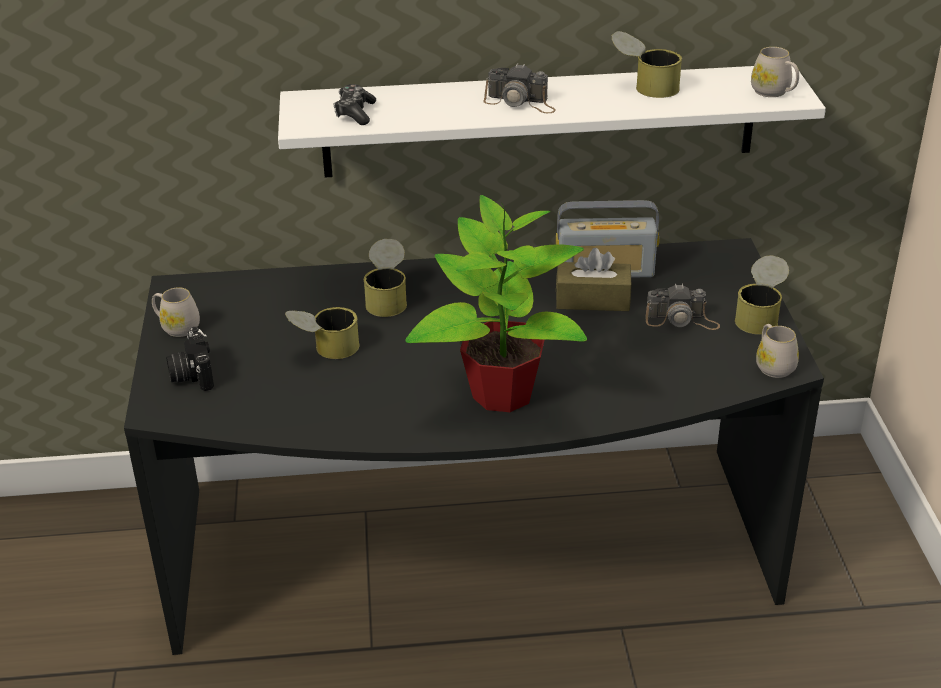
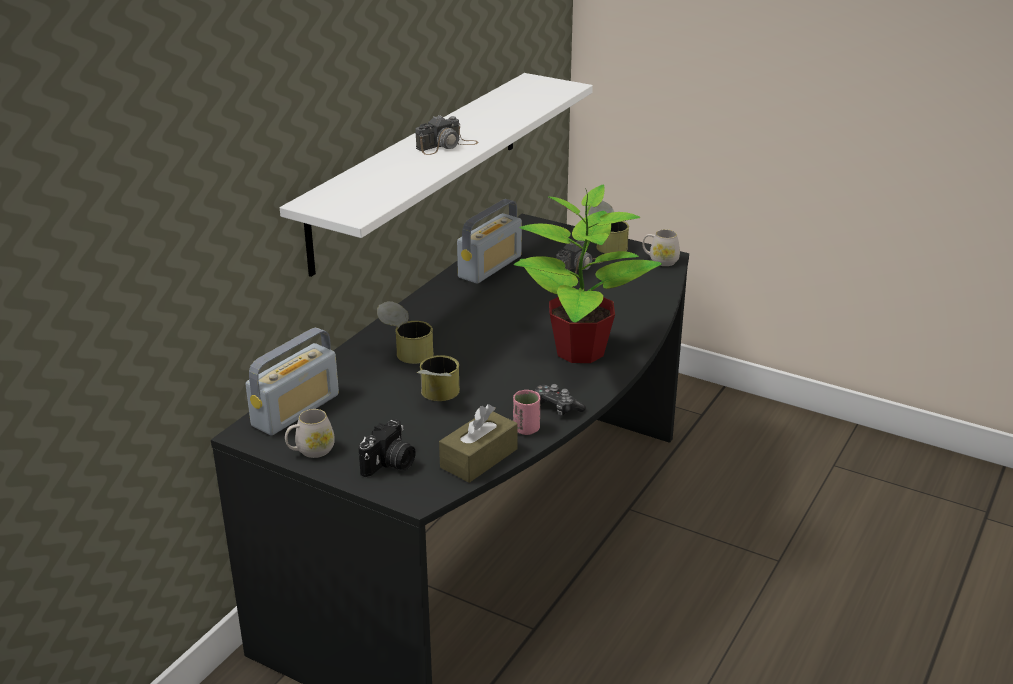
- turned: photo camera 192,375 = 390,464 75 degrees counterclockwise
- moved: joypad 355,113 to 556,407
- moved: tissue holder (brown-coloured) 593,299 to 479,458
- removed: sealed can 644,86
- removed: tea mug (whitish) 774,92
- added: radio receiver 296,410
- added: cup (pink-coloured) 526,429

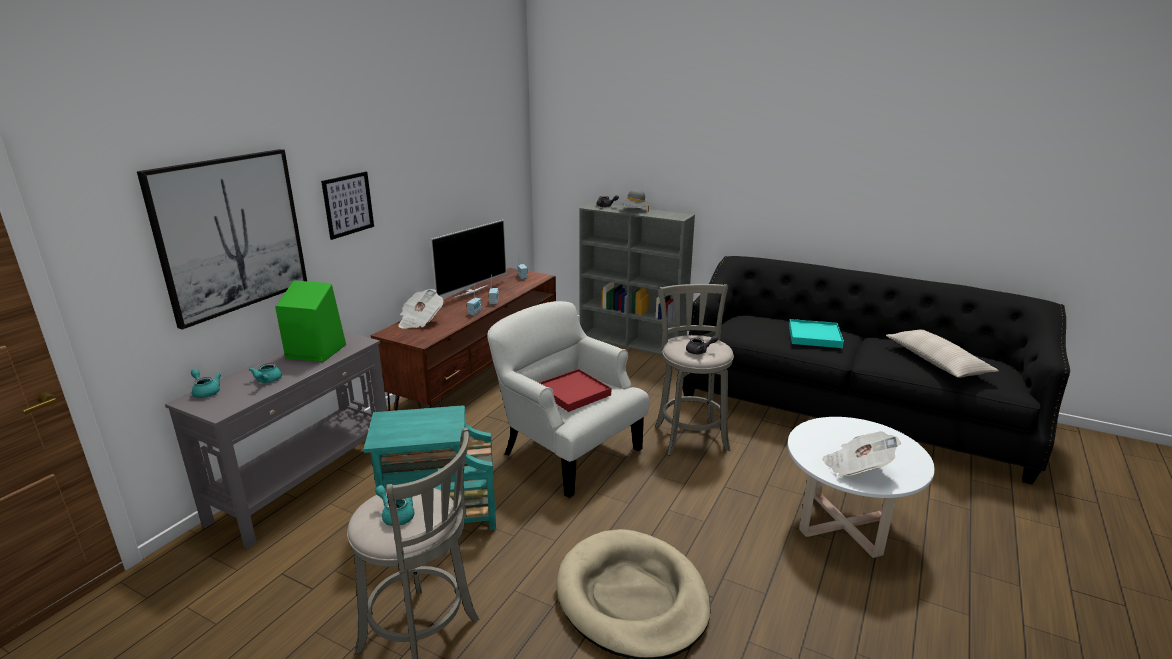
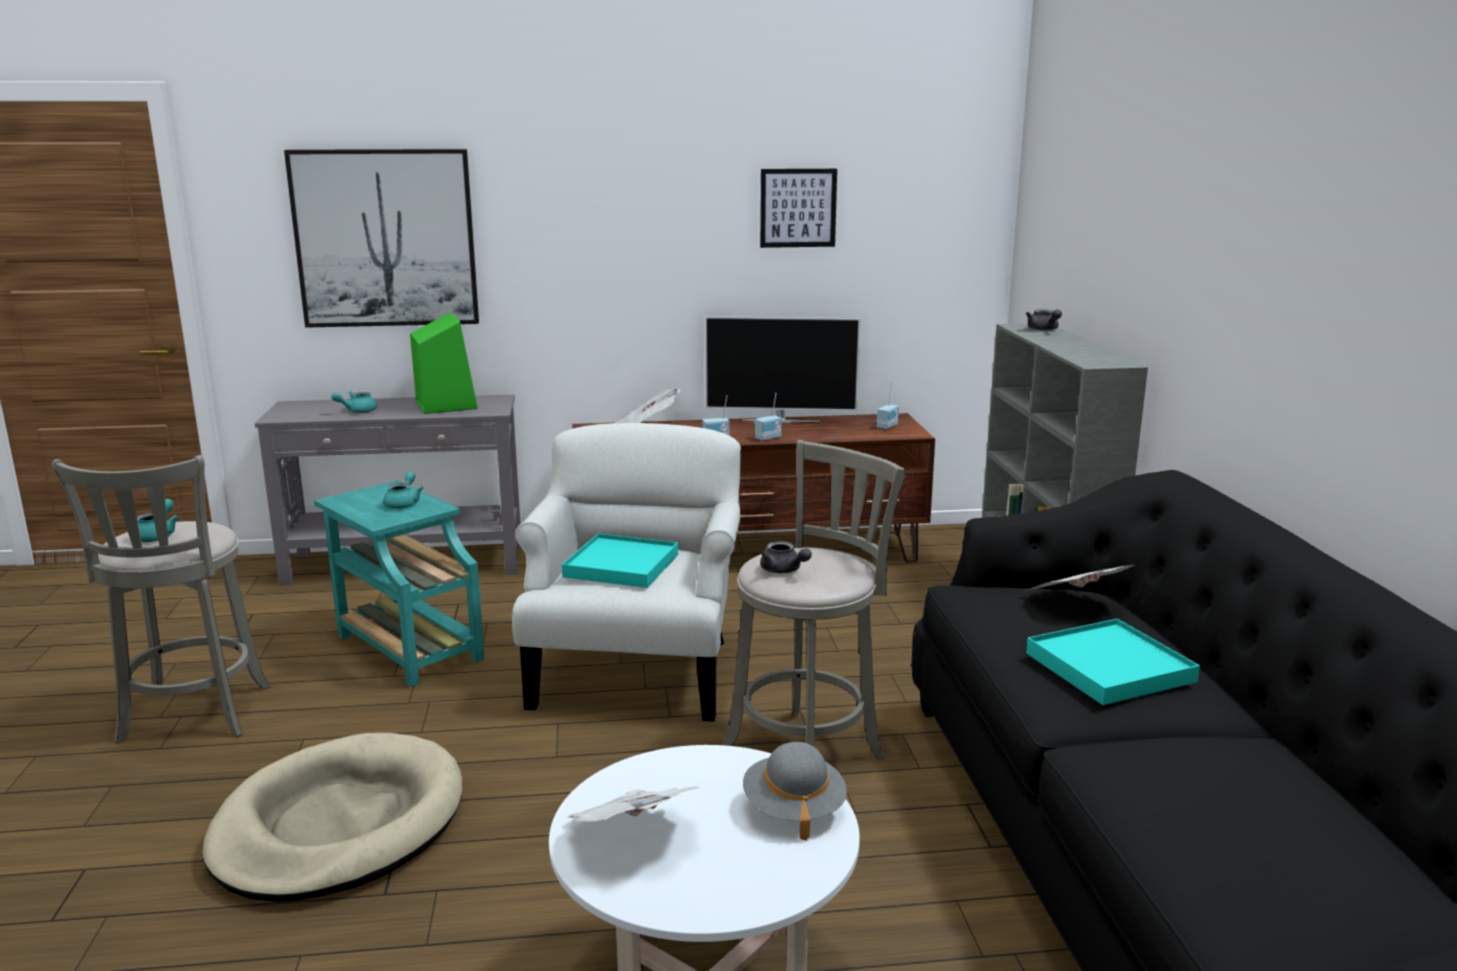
- moved: teapot (turquoise-coloured) 206,392 to 404,503
- moved: wall art 348,204 to 798,208
- recoloured: tray (red-coloured) 573,393 to tray (turquoise-coloured) 621,565
- moved: wearable hat (gray) 634,210 to 793,809
- removed: throw pillow (beige) 936,362
- added: newspaper 1075,603

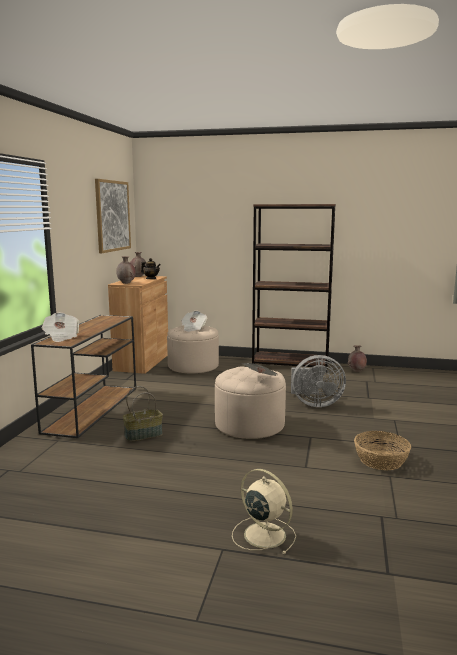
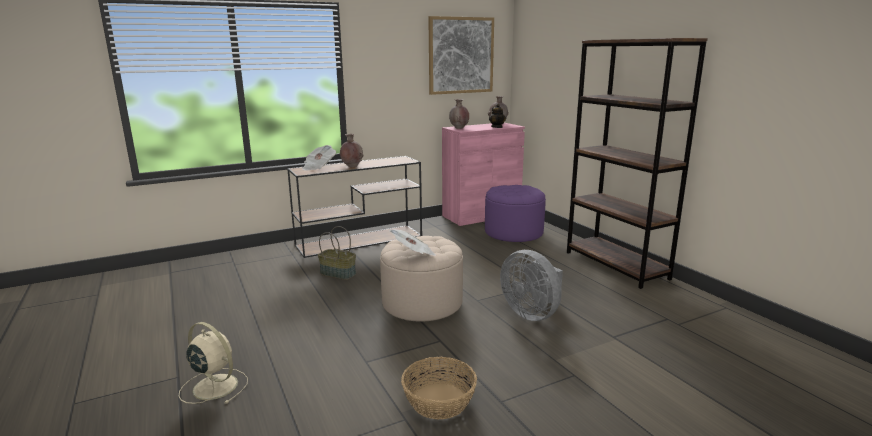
- recoloured: cupboard (brown-coloured) 142,362 to cupboard (pink-coloured) 481,215
- recoloured: pouffe (beige) 193,366 to pouffe (purple) 513,232
- removed: newspaper 193,328
- turned: cooling fan (beige) 263,534 = 214,386 60 degrees counterclockwise
- moved: decorative vase (brown-coloured) 356,371 to 352,166

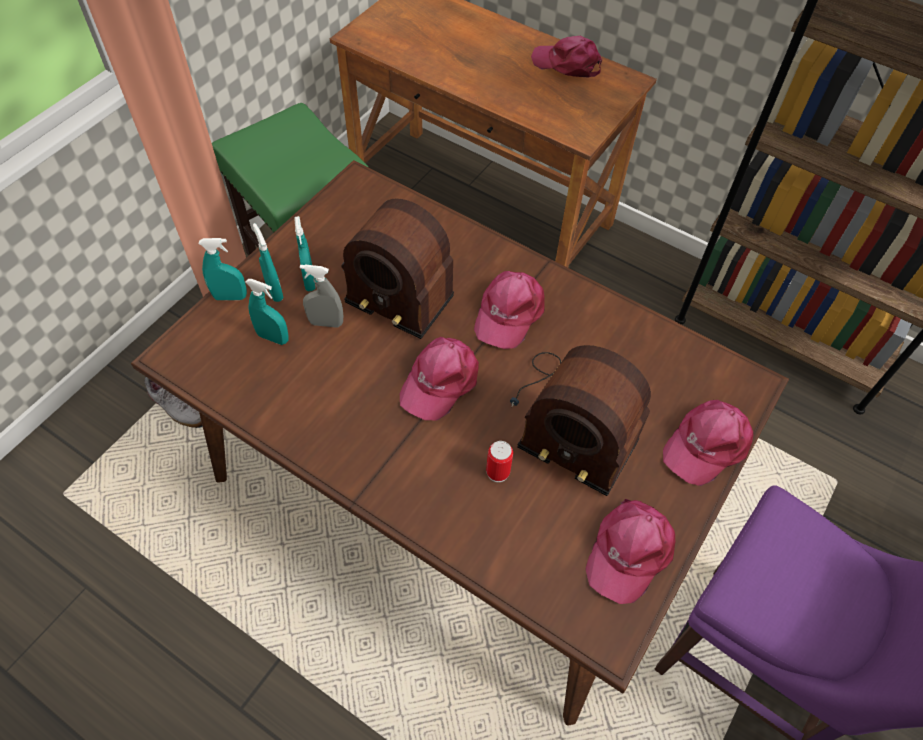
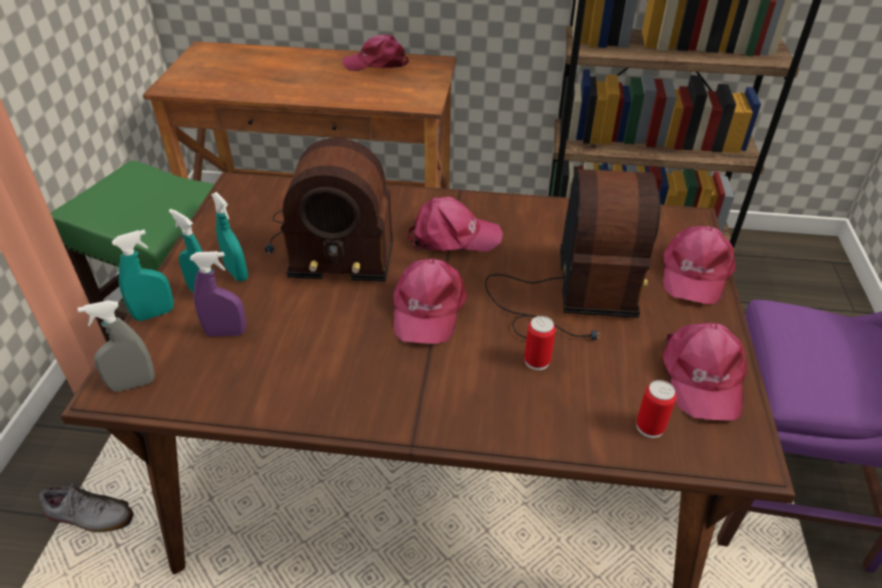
- recoloured: spray bottle (turquoise-coloured) 273,337 to spray bottle (purple) 226,333
- moved: spray bottle (gray) 326,323 to 133,384
- turned: peaked cap (pink-coloured) 508,313 = 453,237 90 degrees counterclockwise
- turned: radio receiver 573,418 = 571,294 90 degrees counterclockwise
- added: sealed can 650,427

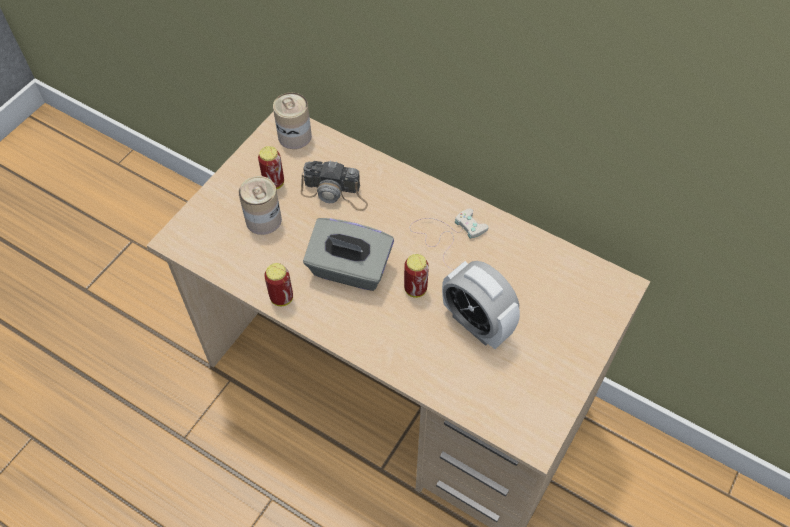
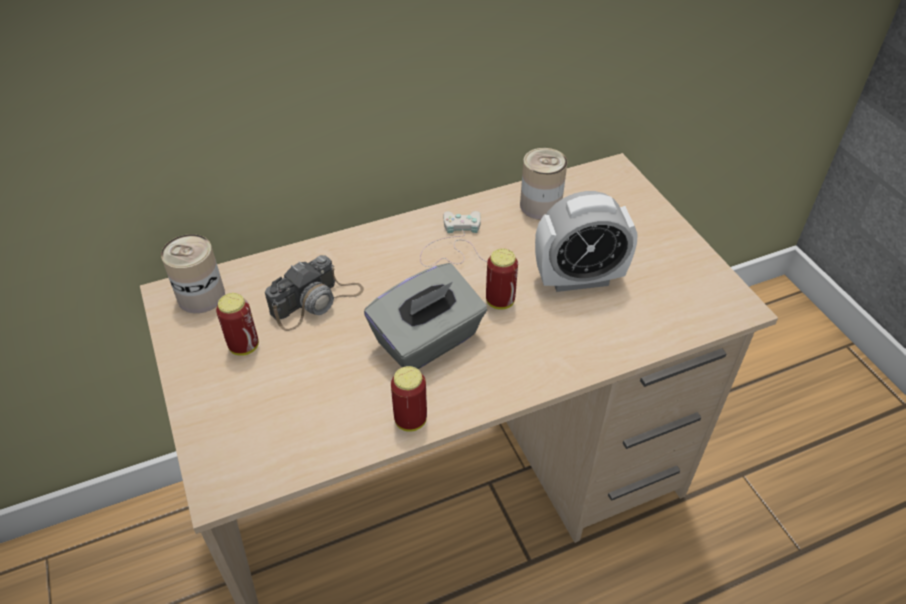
- moved: sealed can 263,220 to 540,206

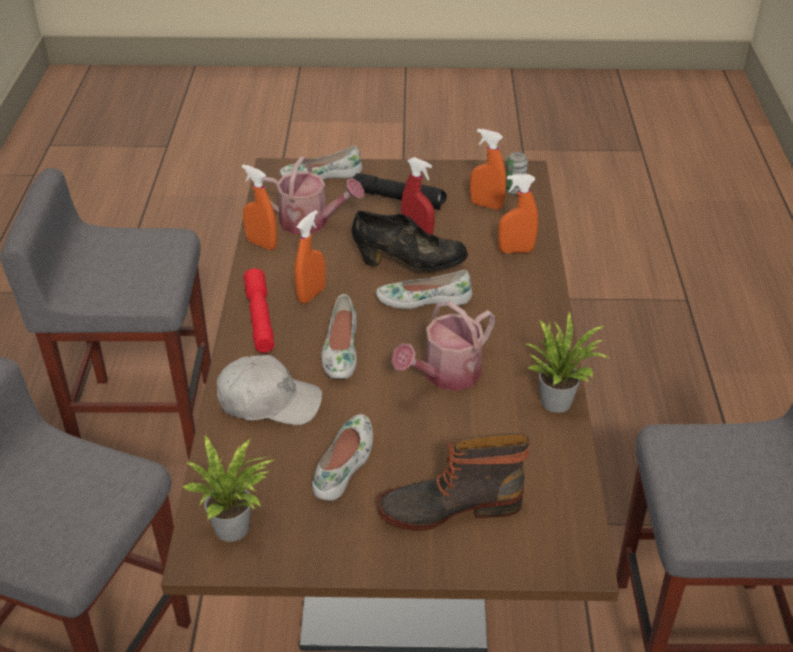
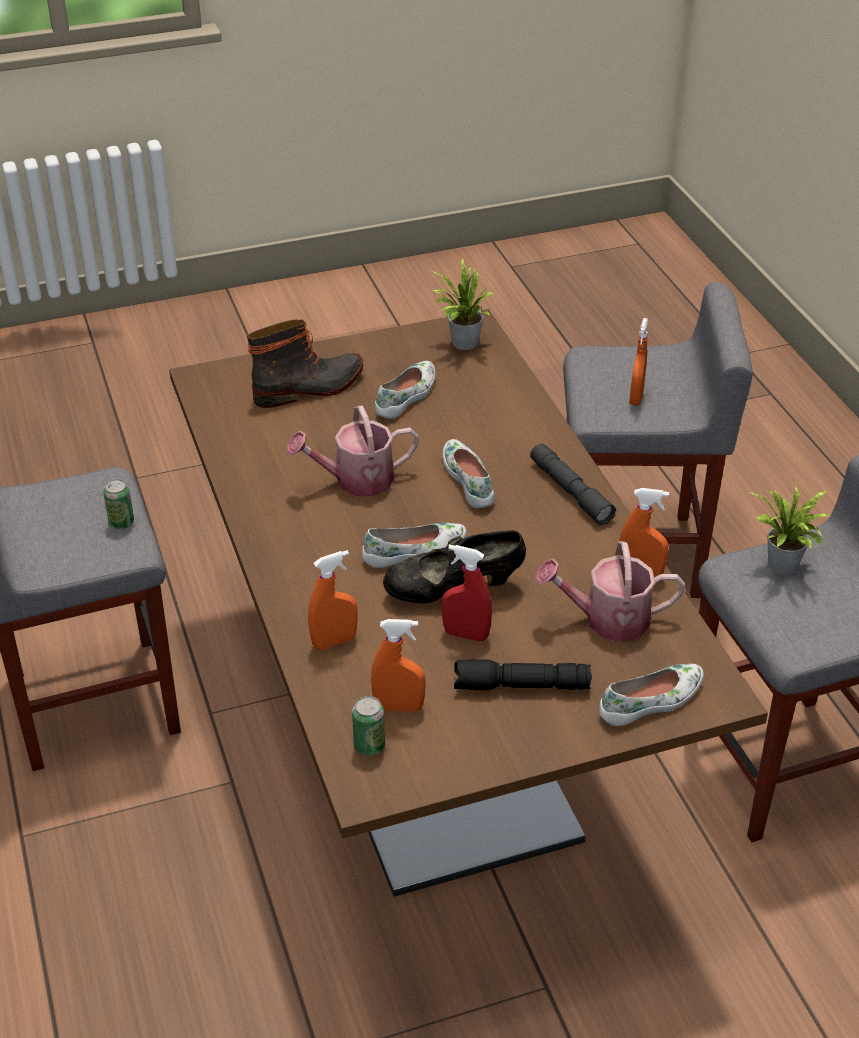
- removed: peaked cap (whitish) 269,402
- recoloured: hand torch (red-coloured) 260,318 to hand torch (gray) 570,491
- moved: spray bottle (orangey) 311,295 to 636,397
- turned: low shoe (whitish) 345,463 = 407,396 150 degrees counterclockwise
- turned: watering pot 446,375 = 355,480 135 degrees counterclockwise
- moved: houseplant 557,399 to 782,567
- added: sealed can 121,523

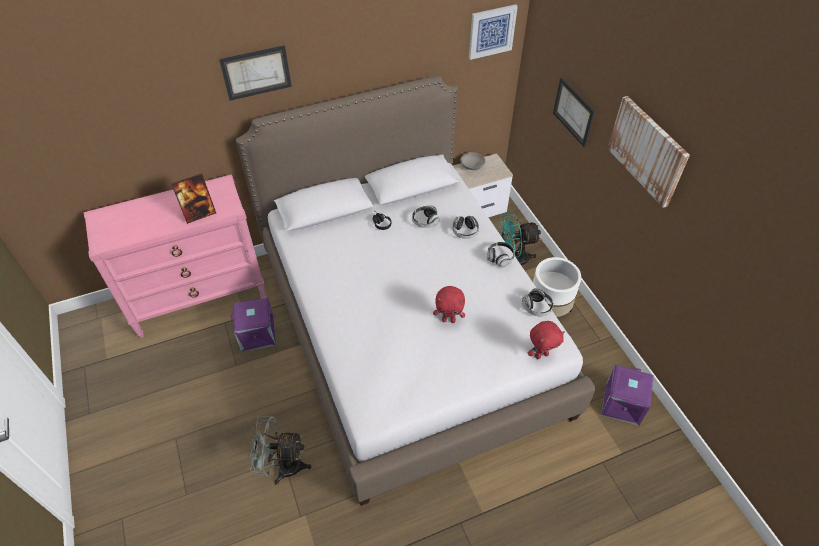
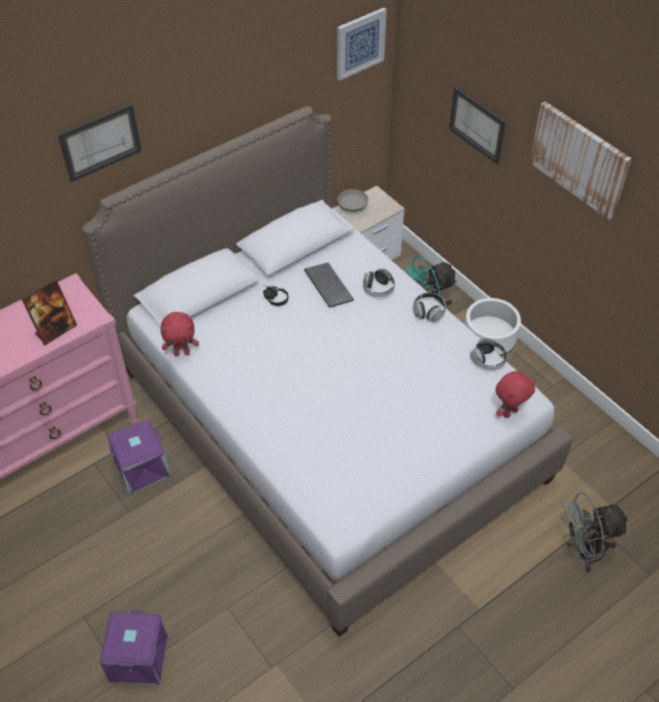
- moved: cooling fan (gray) 282,466 to 582,552
- replaced: pair of headphones 425,221 to PC keyboard 327,286
- moved: soft toy (red-coloured) 448,320 to 182,352
- moved: storage bin (purple) 621,403 to 137,658

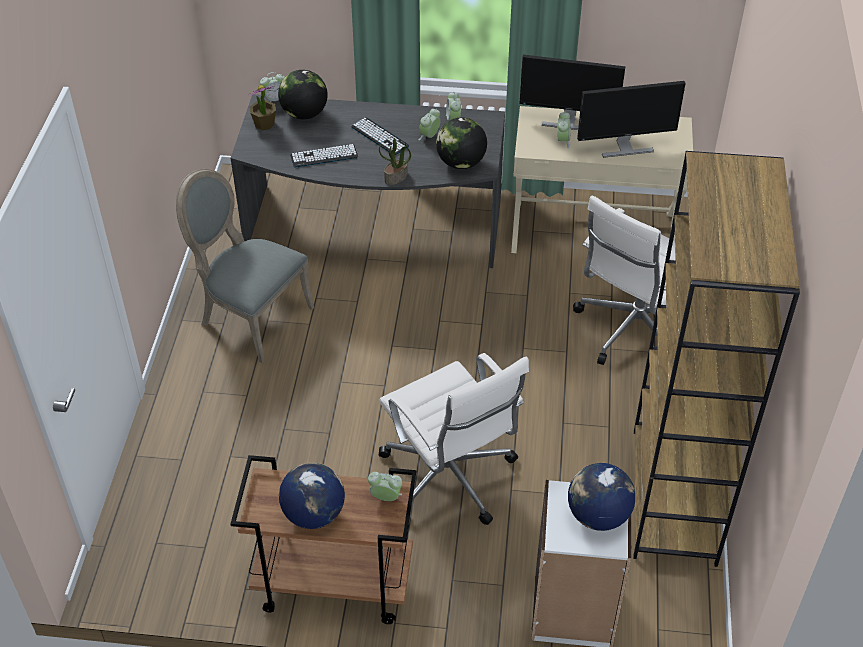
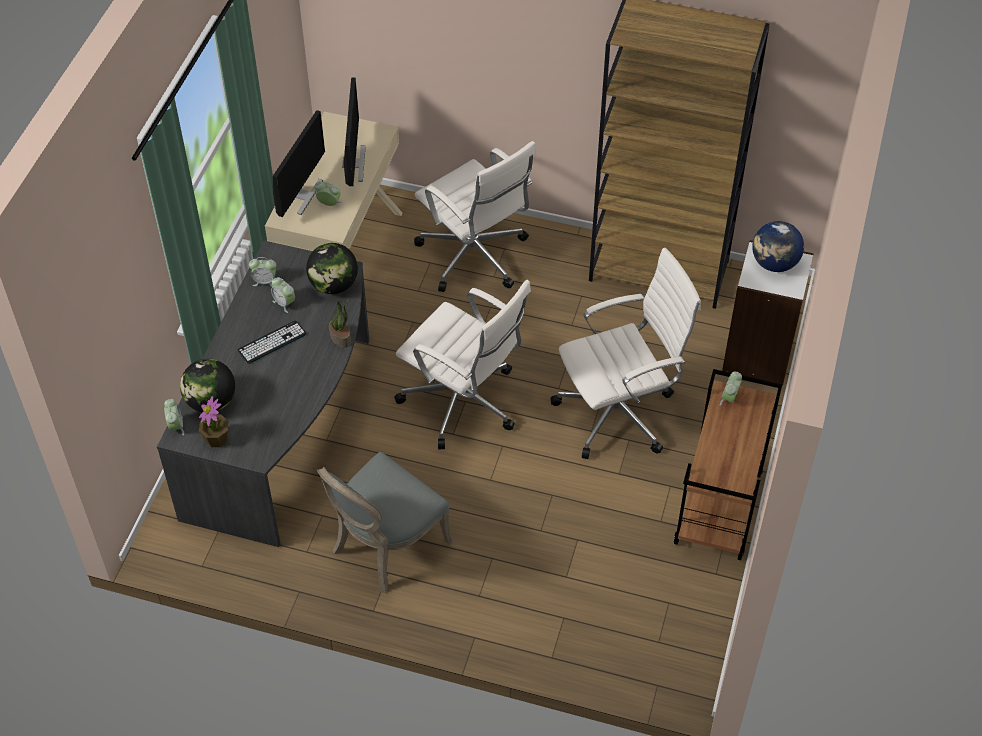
- removed: world globe 314,514
- removed: PC keyboard 324,156
- added: desk chair (whitish) 463,403

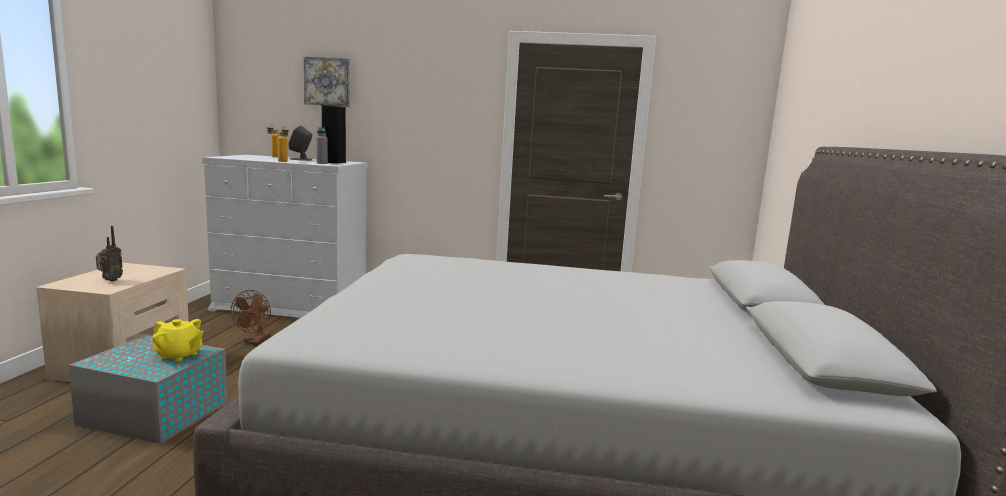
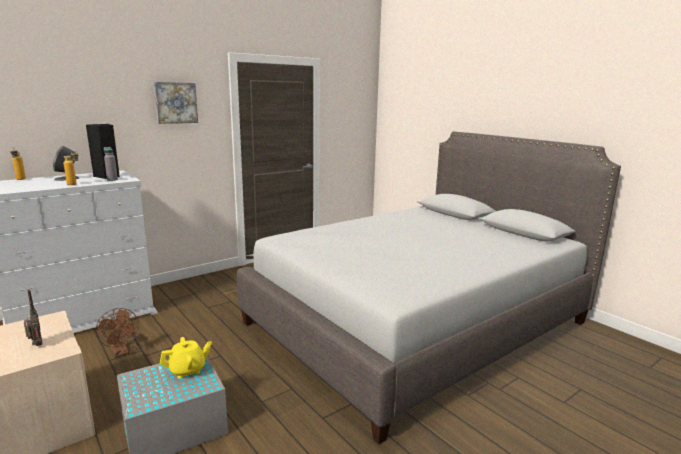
- moved: wall art 328,82 to 175,103

